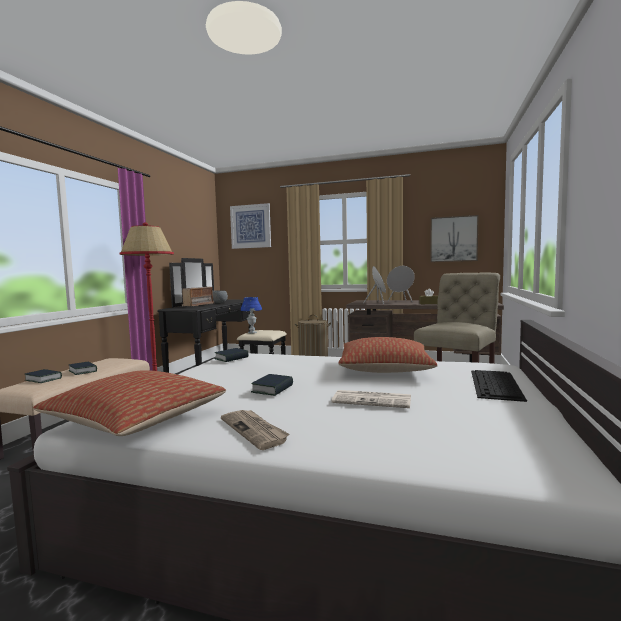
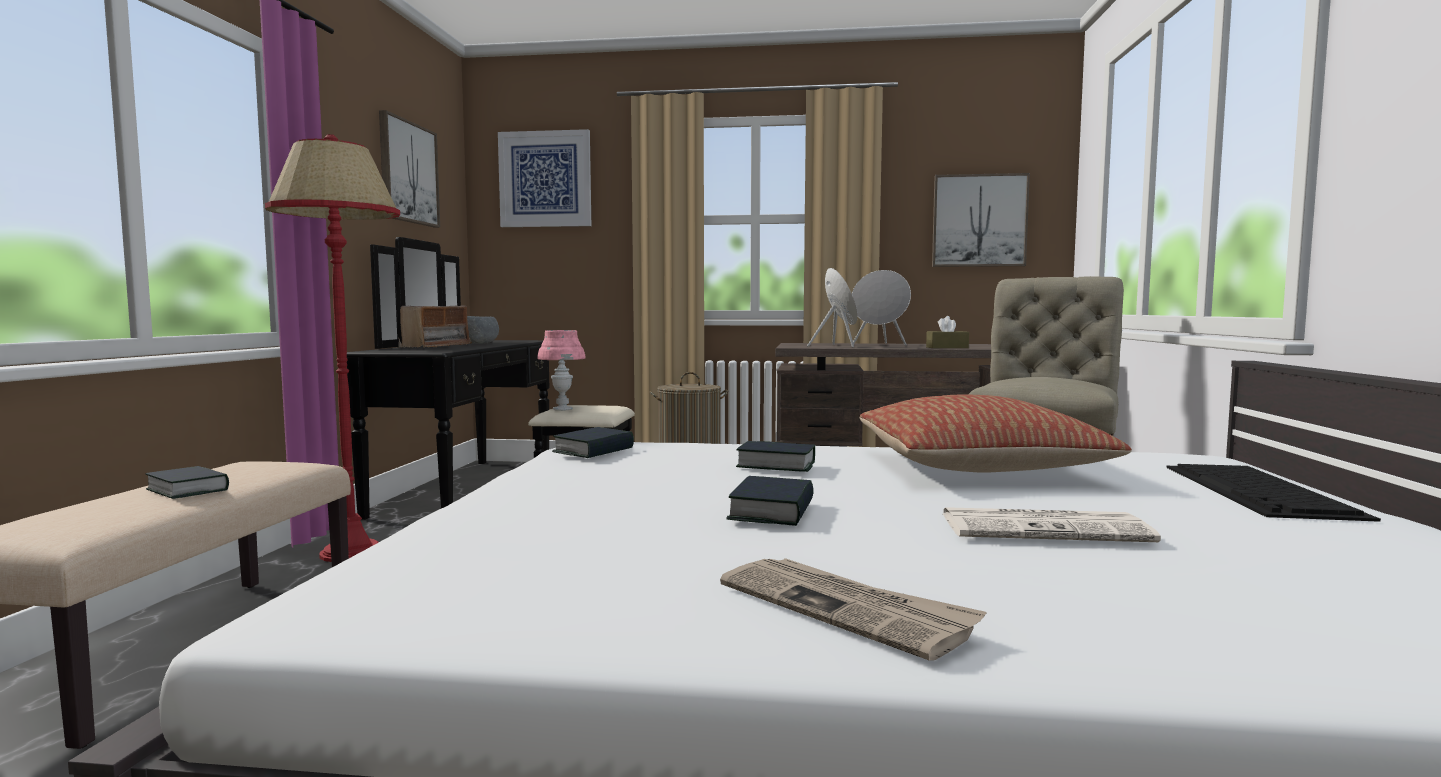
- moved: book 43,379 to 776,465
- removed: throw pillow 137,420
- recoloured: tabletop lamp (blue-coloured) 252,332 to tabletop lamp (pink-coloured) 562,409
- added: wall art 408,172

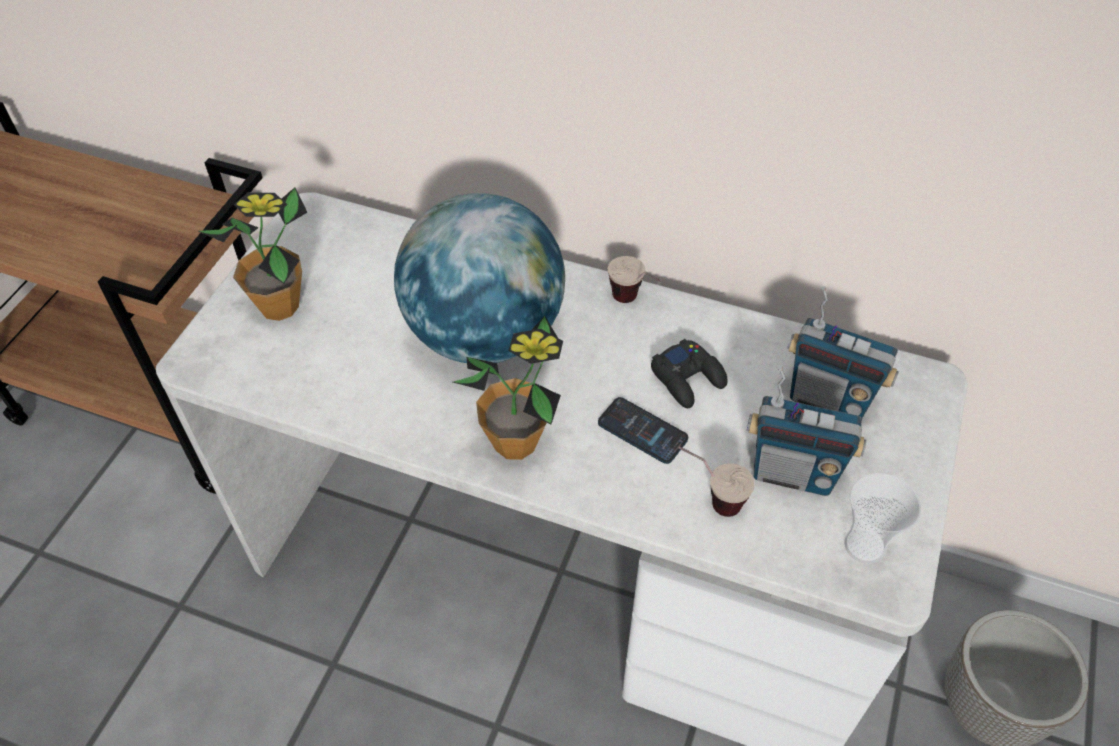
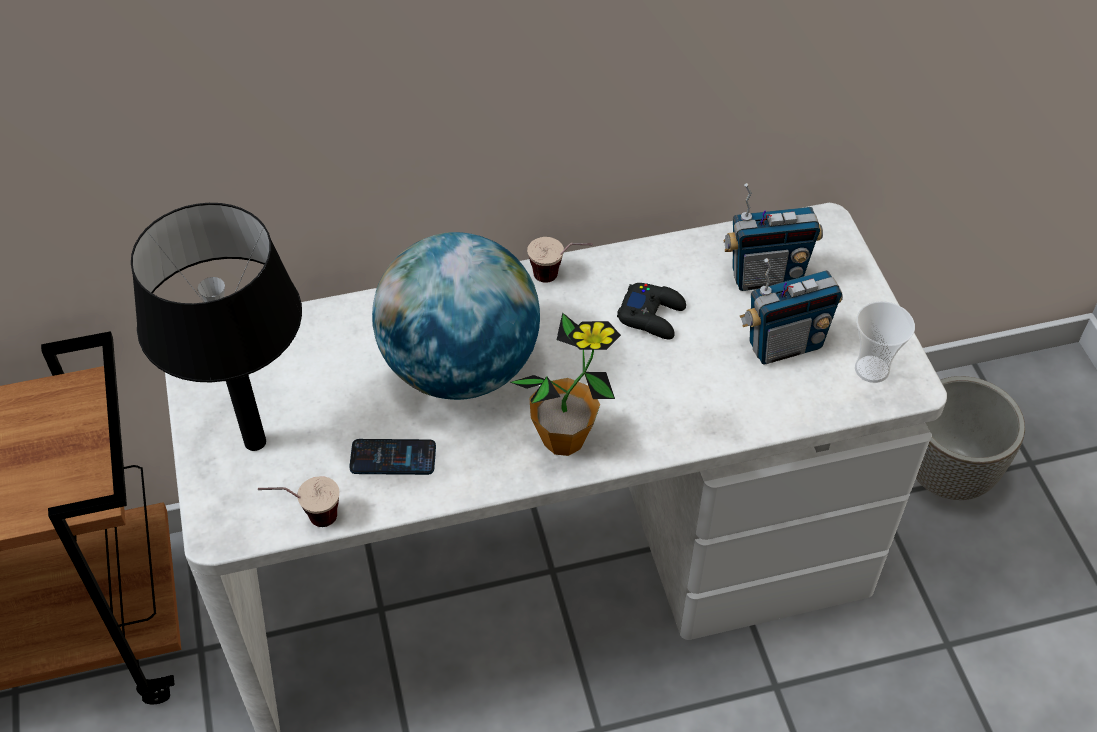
- replaced: houseplant 279,306 to tabletop lamp (black) 254,441
- moved: handset 642,431 to 393,458
- moved: cup 709,499 to 306,519

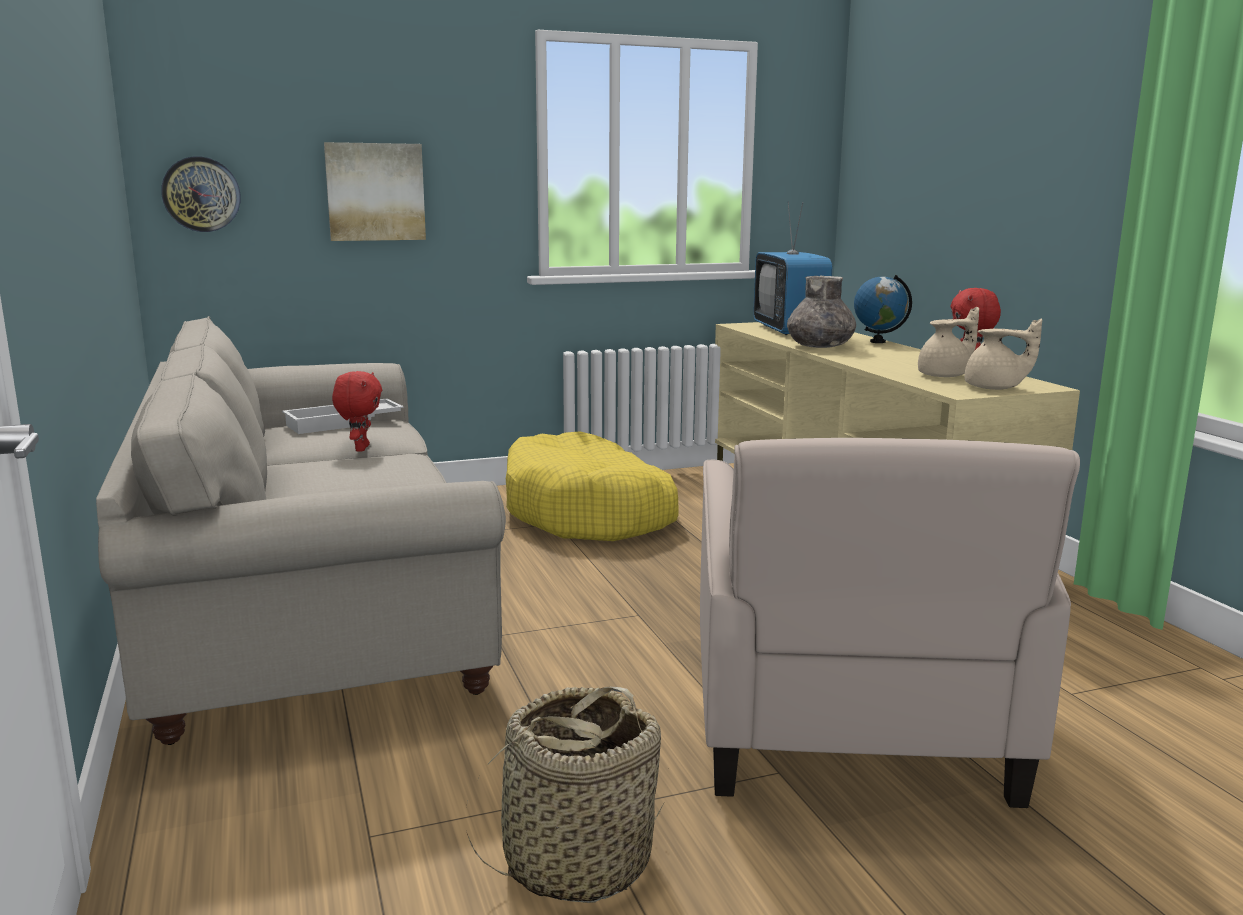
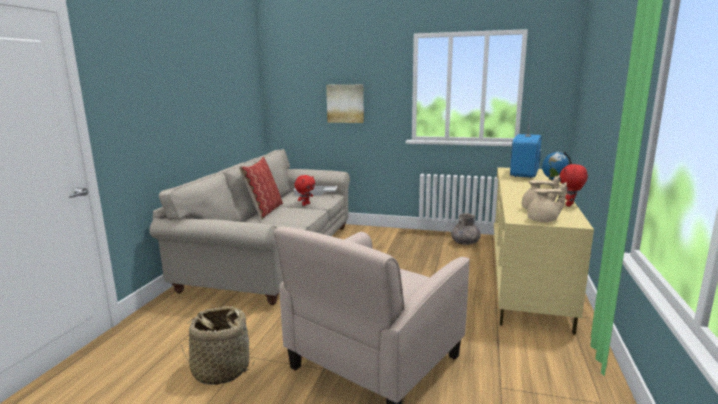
- removed: wall clock 201,194
- removed: dog bed (yellowish) 588,513
- moved: decorative vase (gray) 820,346 to 465,243
- turned: teapot (beige) 994,388 = 544,220 60 degrees counterclockwise
- added: throw pillow 264,211

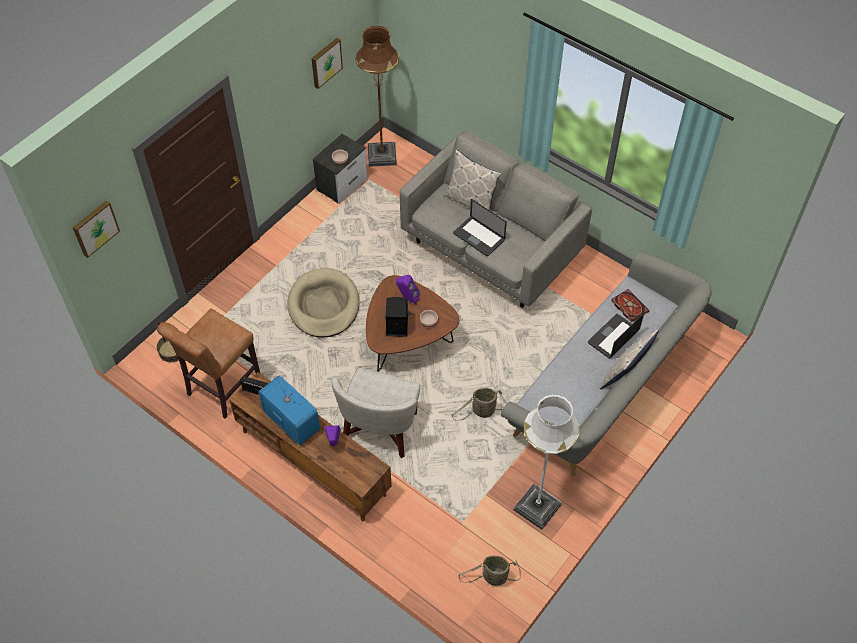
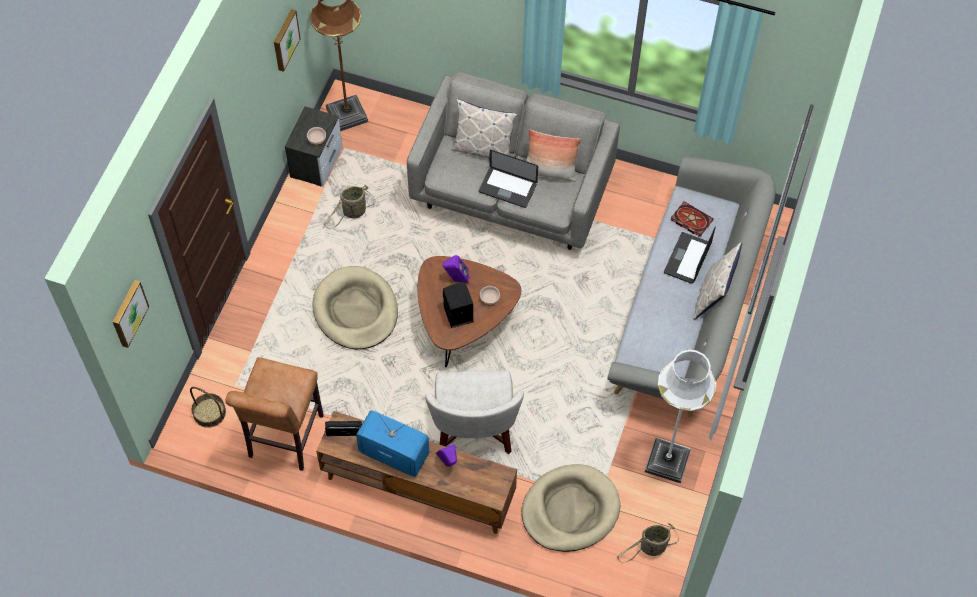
- moved: basket 482,411 to 353,213
- added: dog bed (beige) 570,510
- added: throw pillow 550,172

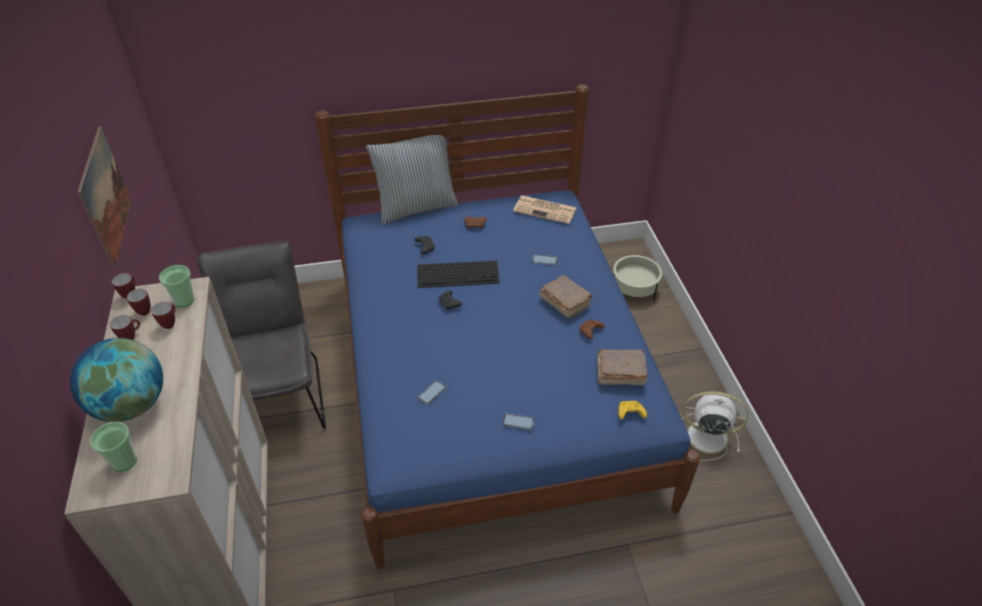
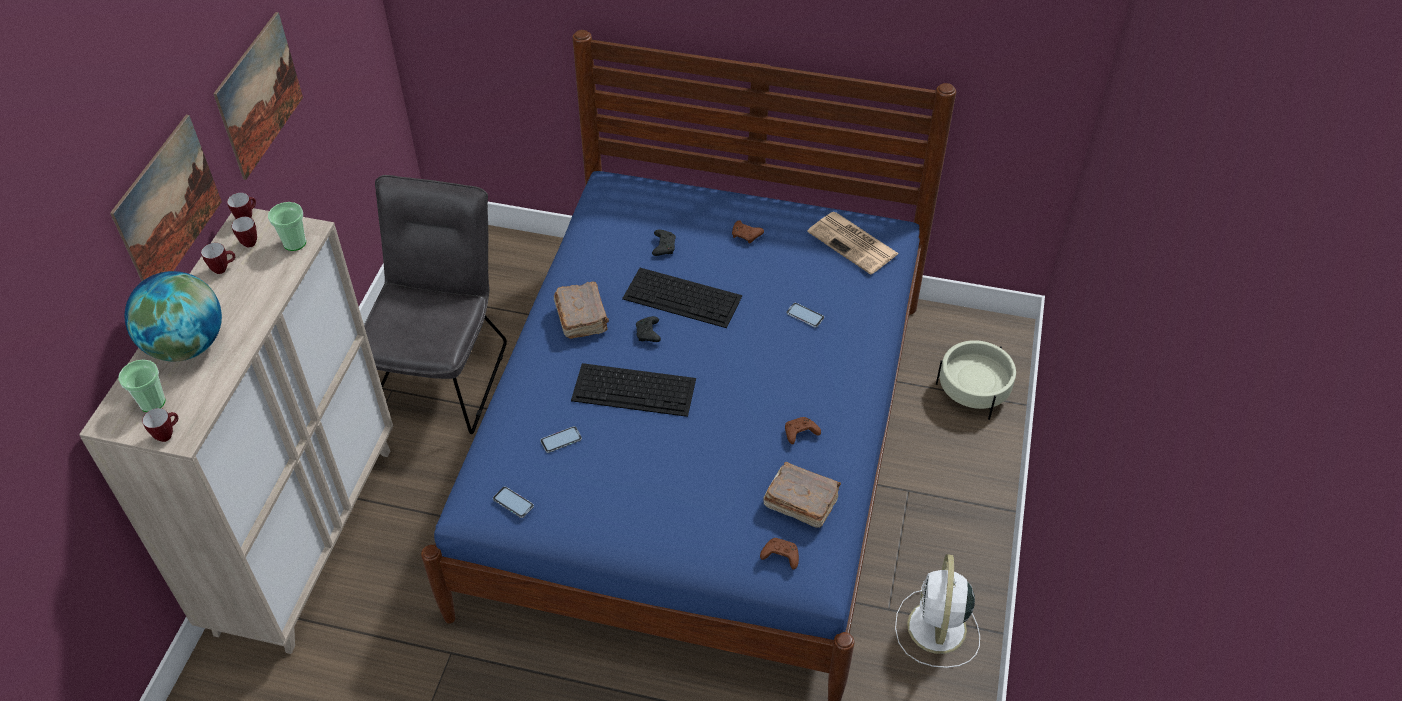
- moved: tea mug 170,323 to 167,434
- removed: throw pillow 416,207
- moved: handset 518,422 to 513,502
- moved: book (brown-coloured) 564,302 to 582,317
- recoloured: joypad (yellowish) 630,413 to joypad (brown-coloured) 780,556
- turned: cooling fan (whitish) 705,436 = 936,630 120 degrees counterclockwise
- added: wall art 168,206
- added: PC keyboard 635,389

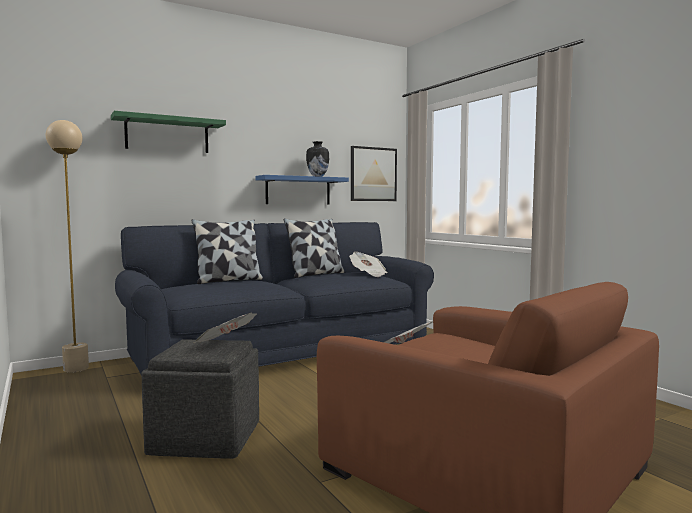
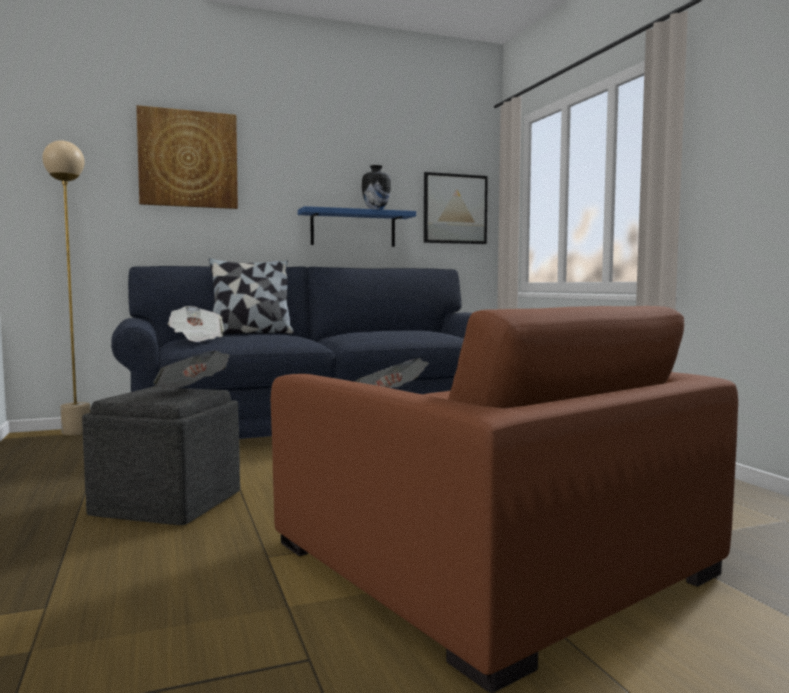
- replaced: bracket shelf (green-coloured) 167,135 to wall art 188,159
- removed: throw pillow 315,274
- moved: newspaper 368,275 to 197,339

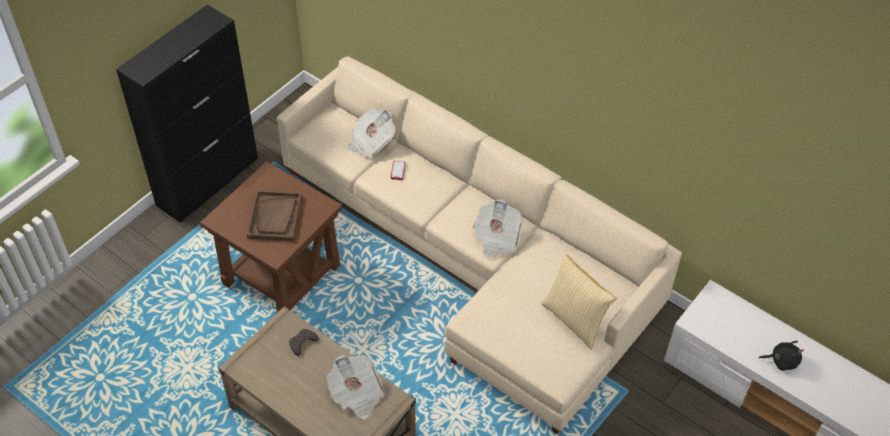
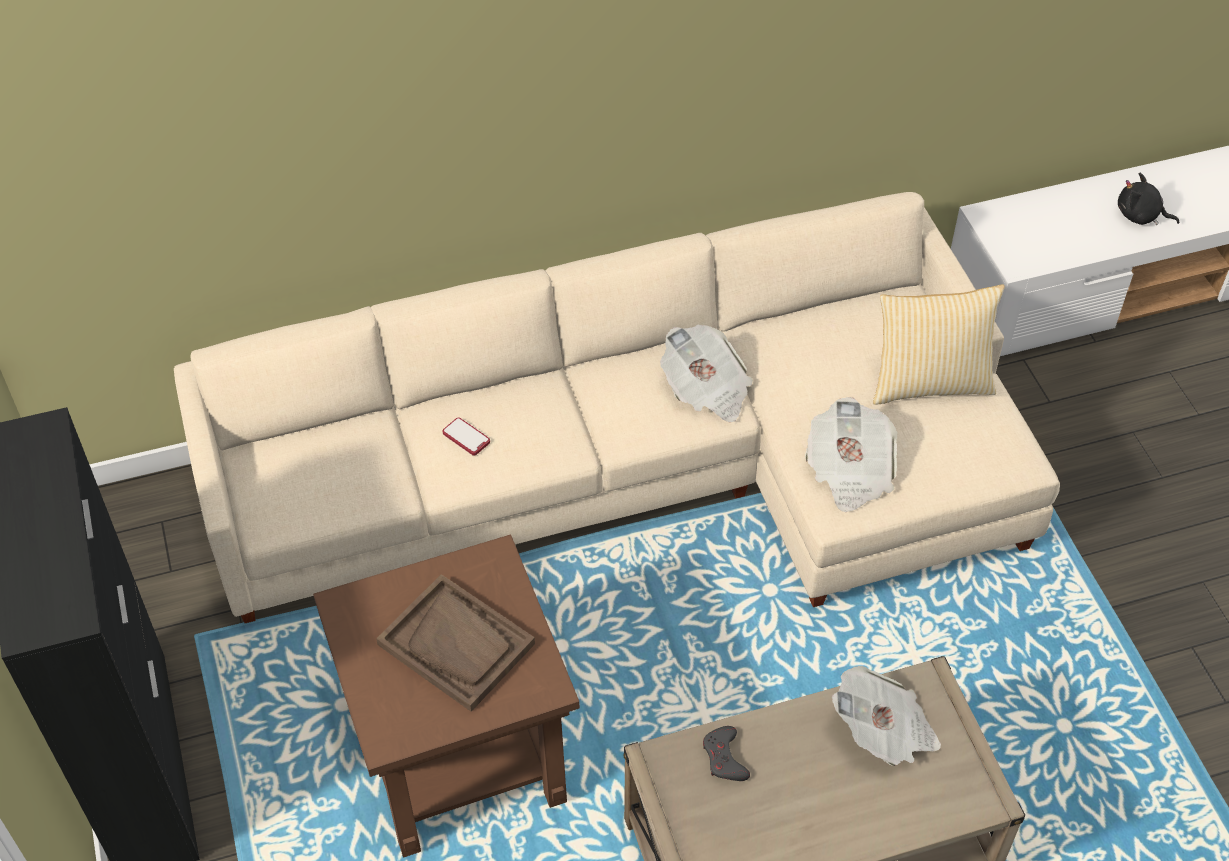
- moved: newspaper 371,142 to 849,472
- turned: soft toy (black) 782,361 = 1140,216 105 degrees counterclockwise

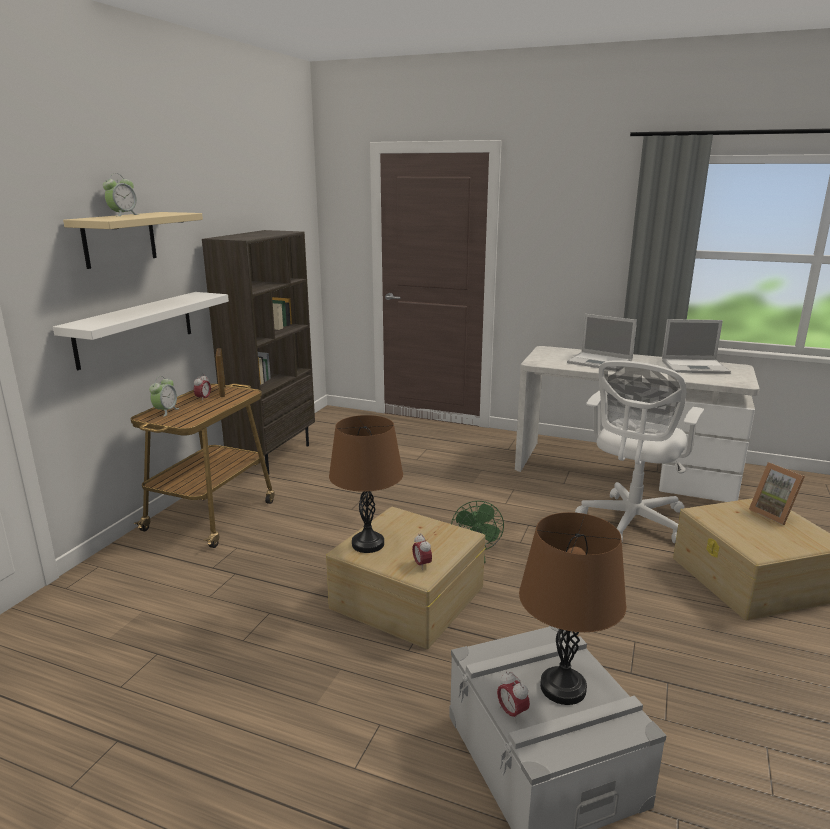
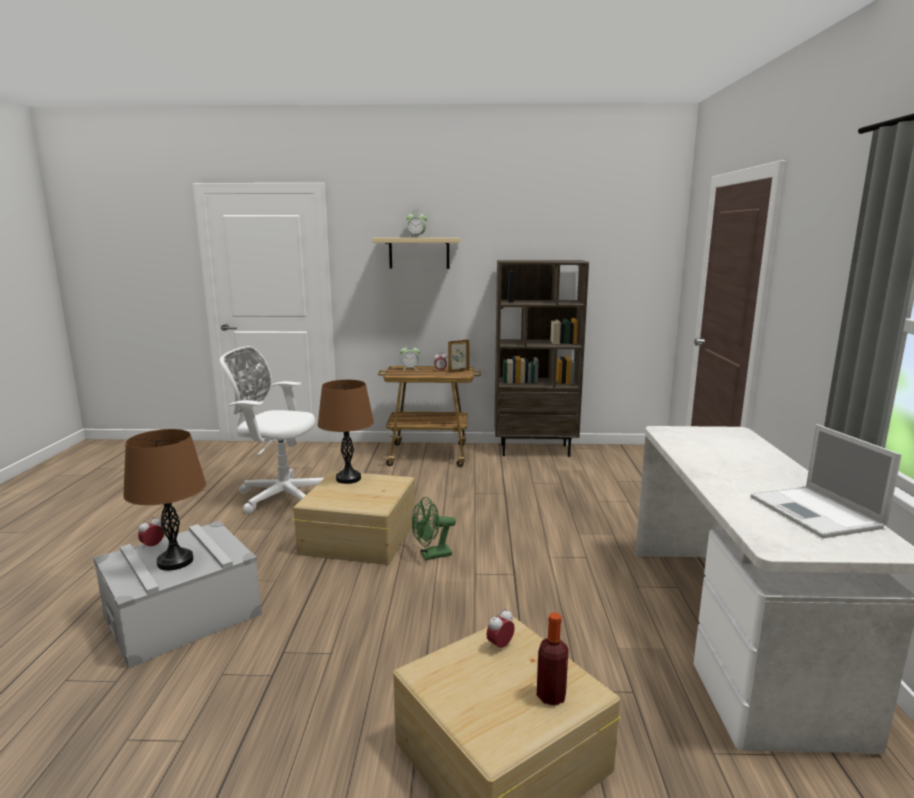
- removed: bracket shelf (whitish) 135,328
- moved: bedside clock 422,565 to 500,646
- removed: laptop 601,362
- moved: desk chair (whitish) 631,523 to 281,496
- replaced: photo frame 774,514 to drink bottle 551,696

